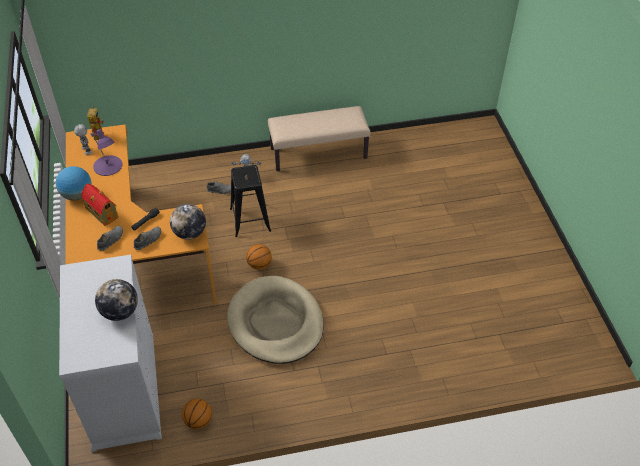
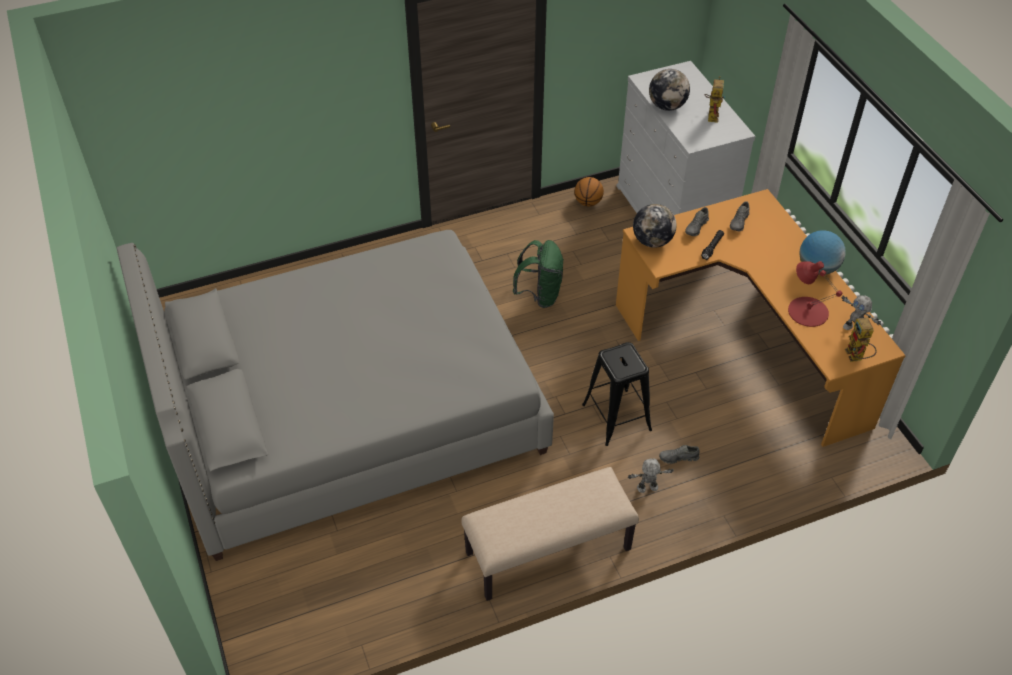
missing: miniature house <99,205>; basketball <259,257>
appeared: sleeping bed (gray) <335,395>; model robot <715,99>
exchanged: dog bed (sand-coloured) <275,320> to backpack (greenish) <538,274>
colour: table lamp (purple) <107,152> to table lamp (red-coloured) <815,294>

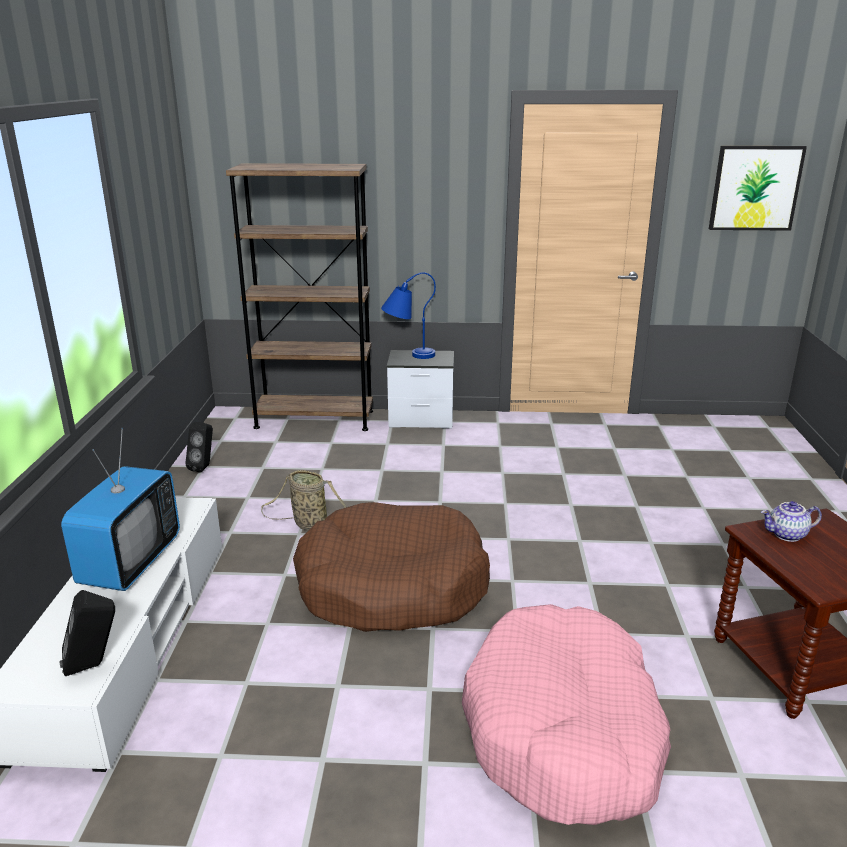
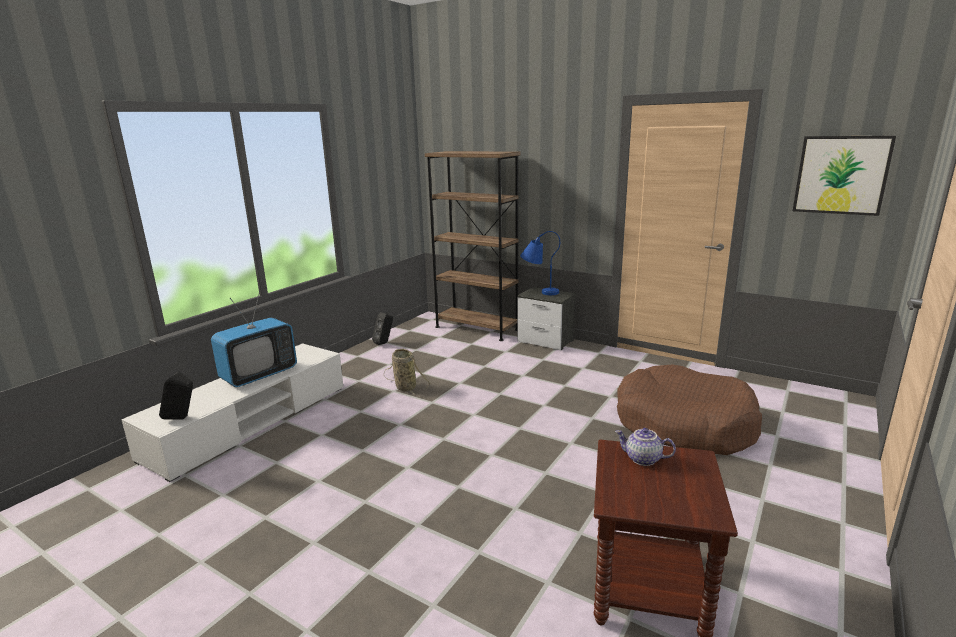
missing: dog bed (pink) <566,714>
relocated: dog bed (brown) <391,567> to <689,409>

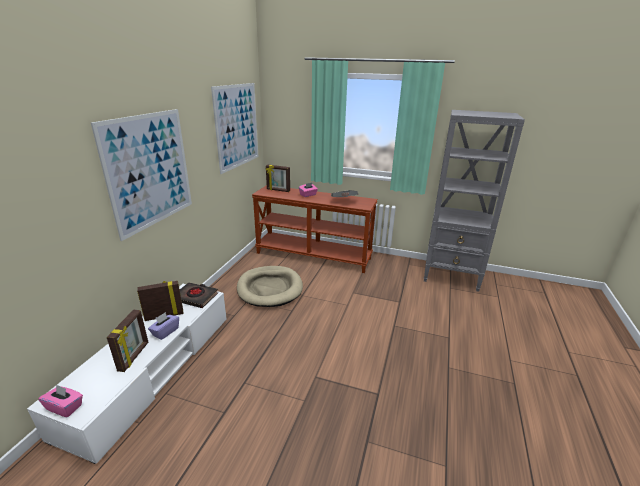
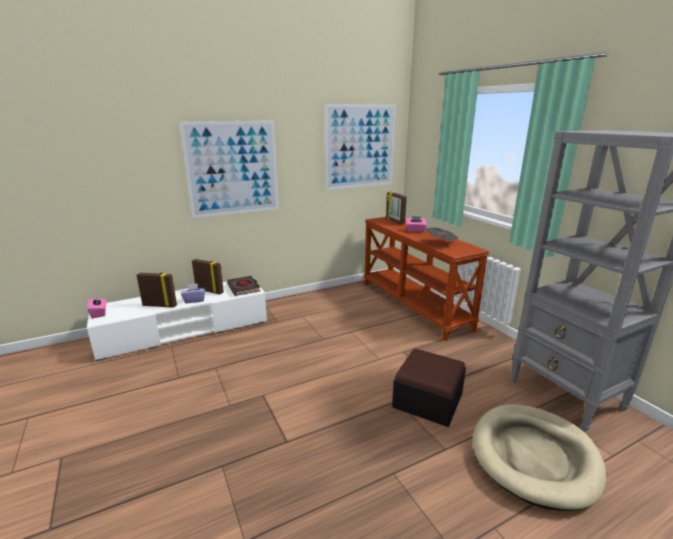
appeared: pouffe <429,388>
relocated: dog bed (sand-coloured) <270,286> to <539,457>
spun: standing frame <127,341> = <156,290> 135 degrees counterclockwise

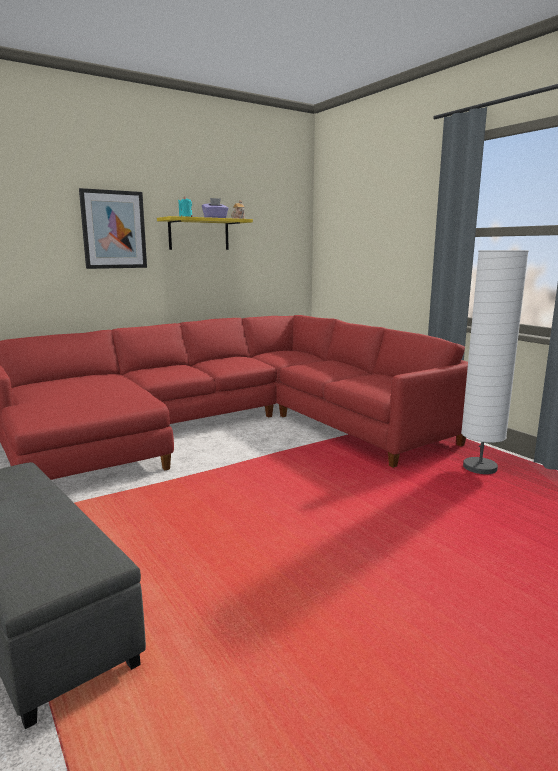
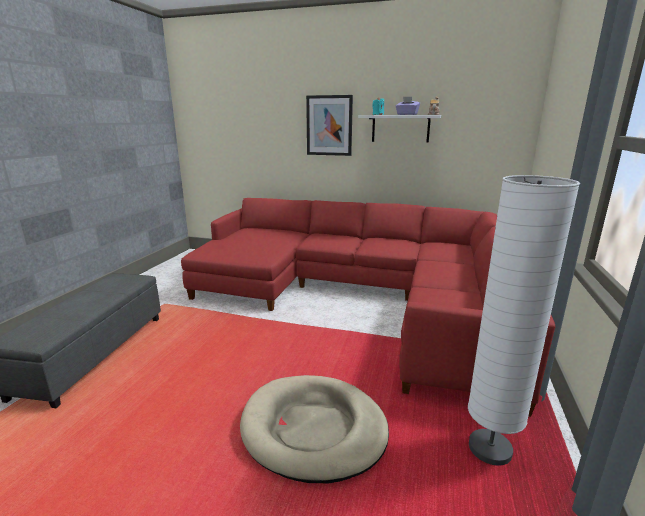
appeared: dog bed (sand-coloured) <314,429>
colour: bracket shelf (yellow-coloured) <205,233> to bracket shelf (white-coloured) <399,129>

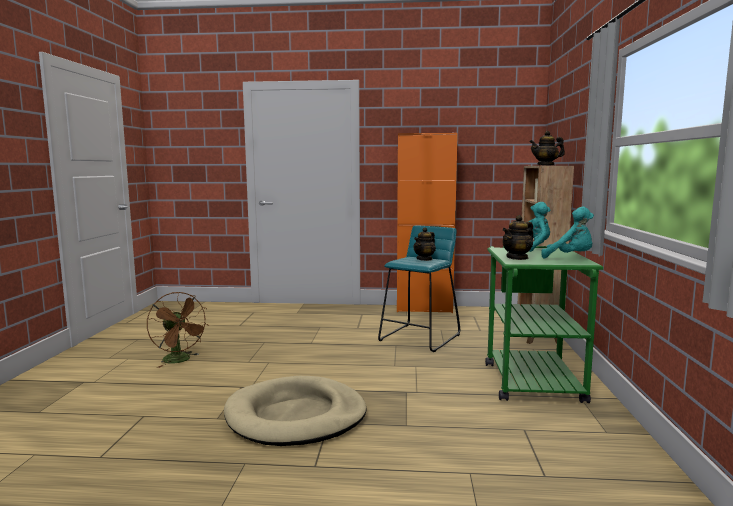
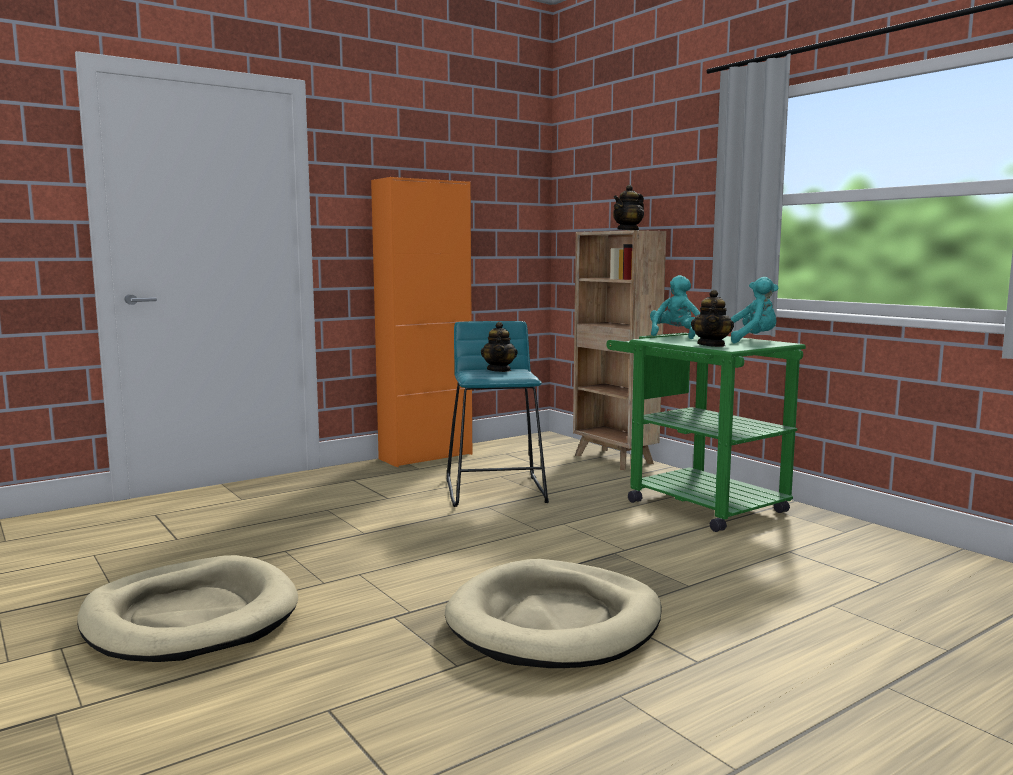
exchanged: cooling fan (brown) <178,330> to dog bed (sand-coloured) <187,608>

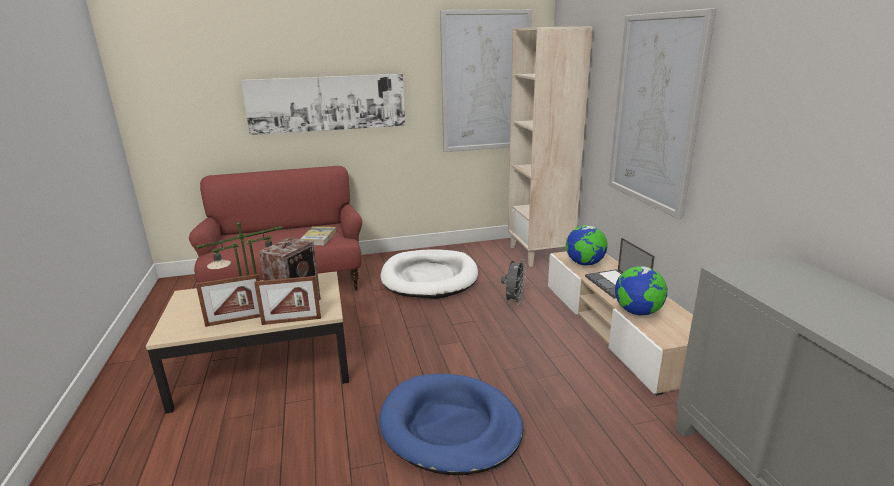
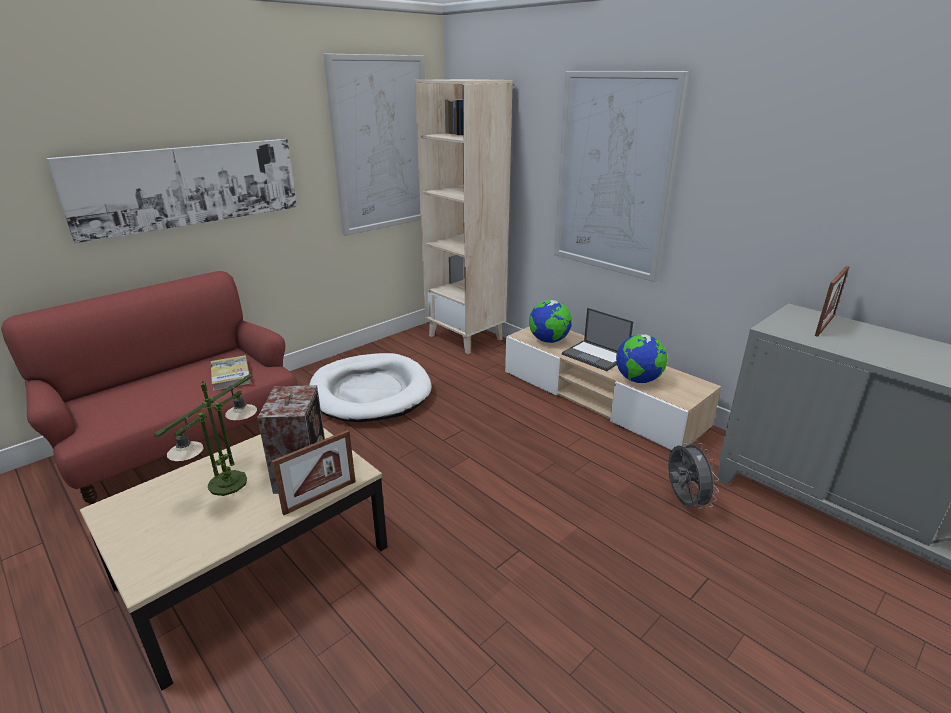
missing: dog bed (bluish) <451,424>
relocated: standing frame <228,300> to <832,301>; cooling fan (gray) <513,282> to <693,474>

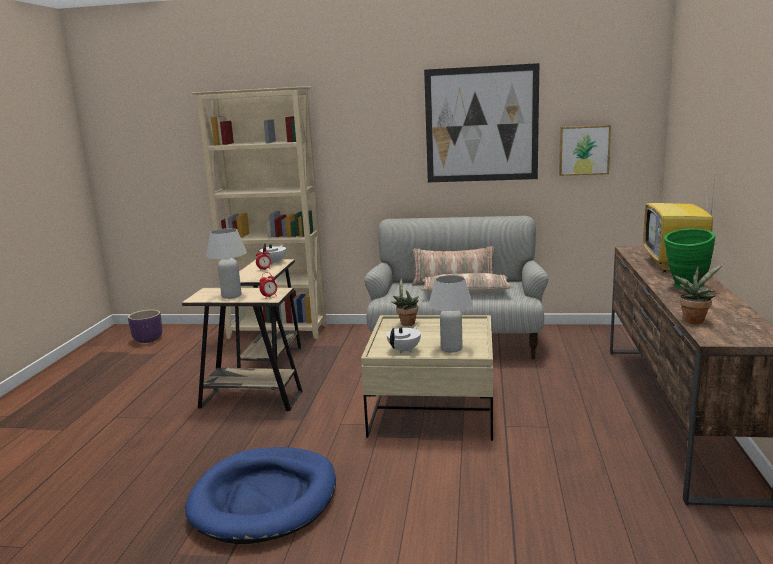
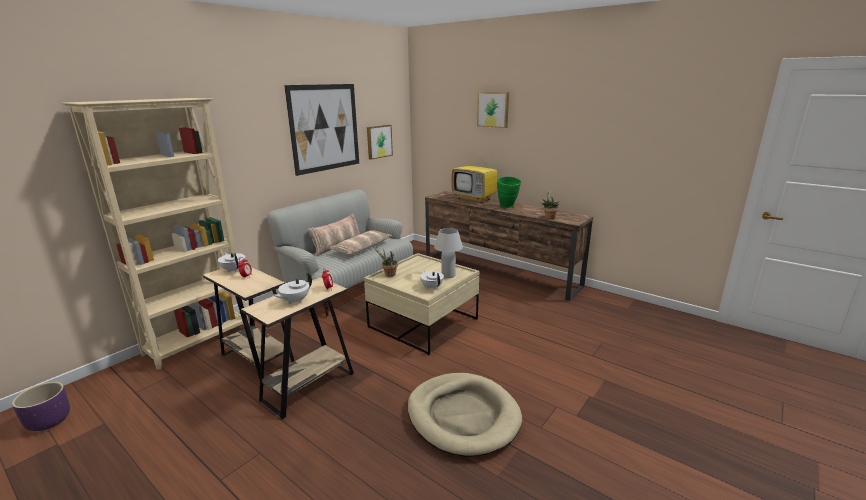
appeared: picture <493,110>
exchanged: table lamp (white-coloured) <226,263> to pot for tea (white-coloured) <292,288>
colour: dog bed (bluish) <260,495> to dog bed (sand-coloured) <465,415>

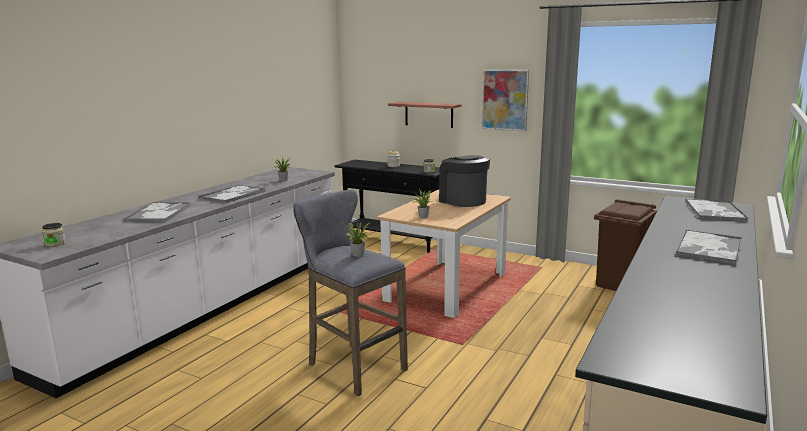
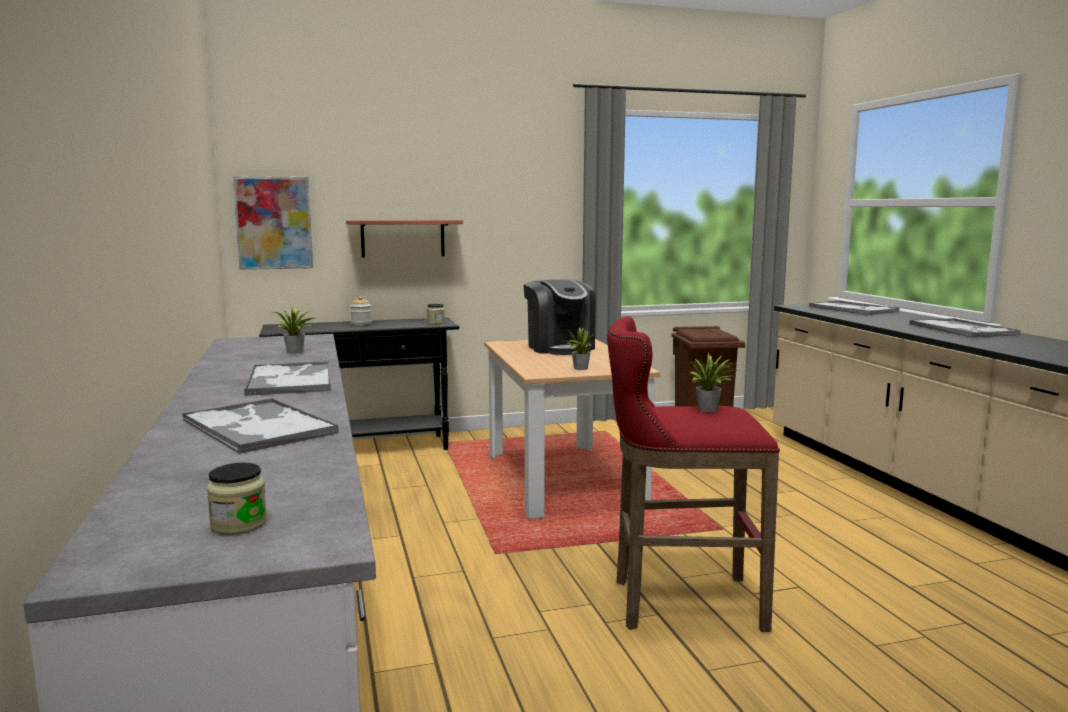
relocated: picture <505,100> to <273,223>
colour: stool (gray) <350,293> to stool (red-coloured) <693,474>
spun: coffee maker <464,181> = <559,317> 120 degrees counterclockwise

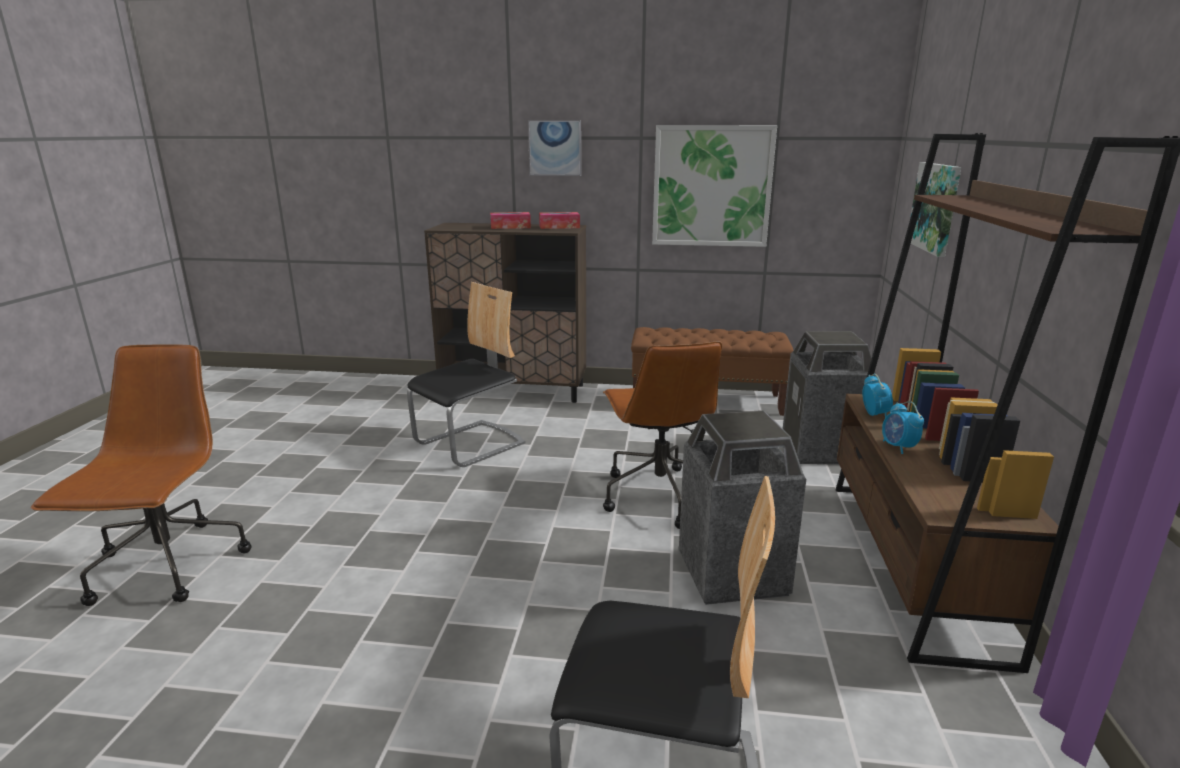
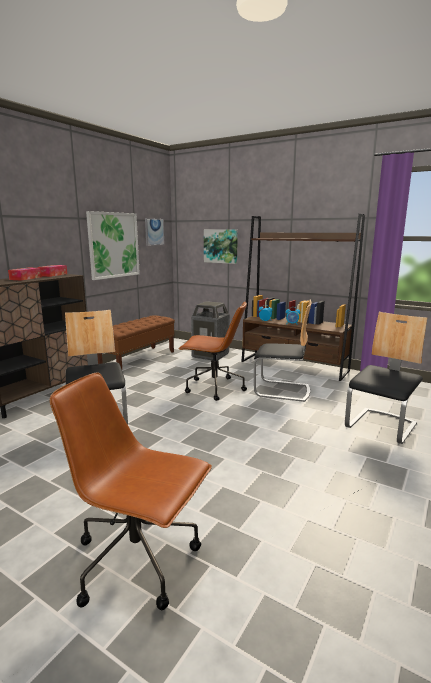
relocated: picture <554,148> to <154,232>
exchanged: waste bin <742,507> to chair <283,351>

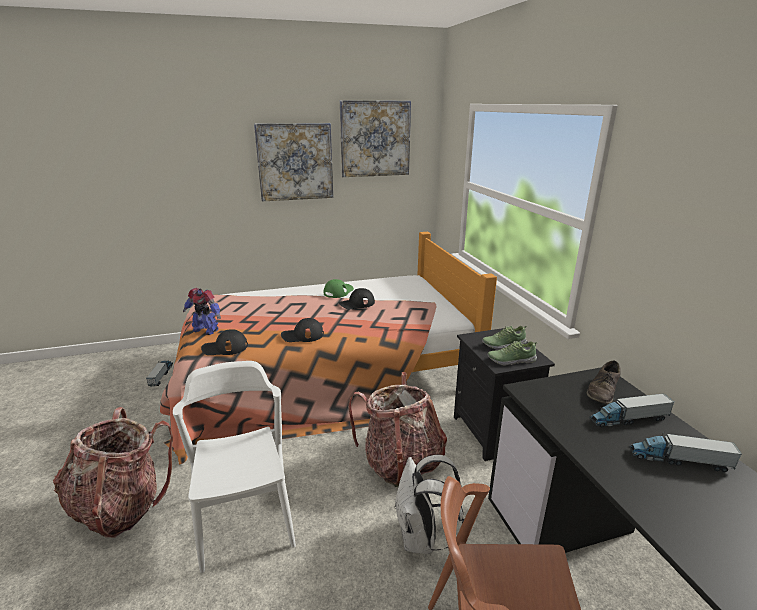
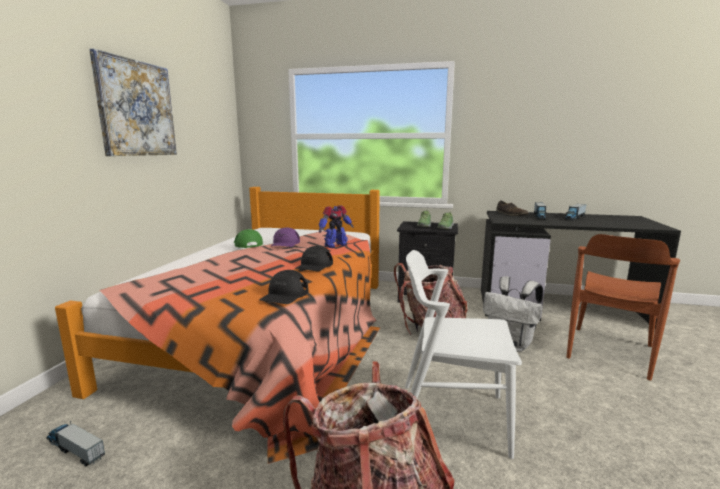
missing: picture <375,138>
relocated: model robot <202,311> to <336,226>
colour: cap (black) <357,298> to cap (purple) <285,237>

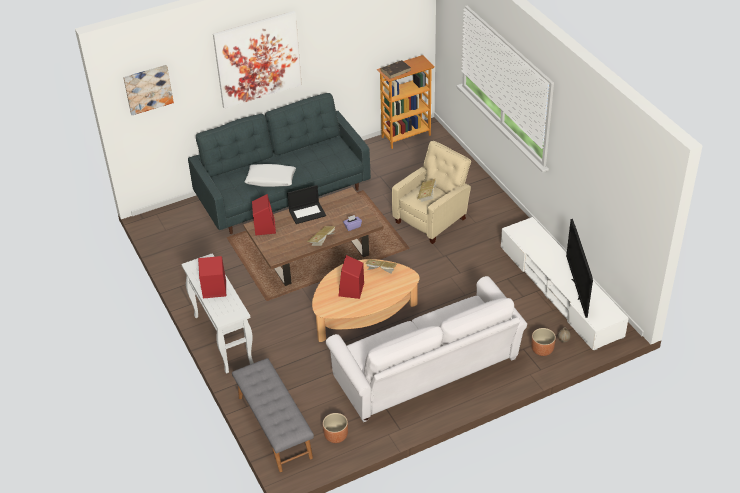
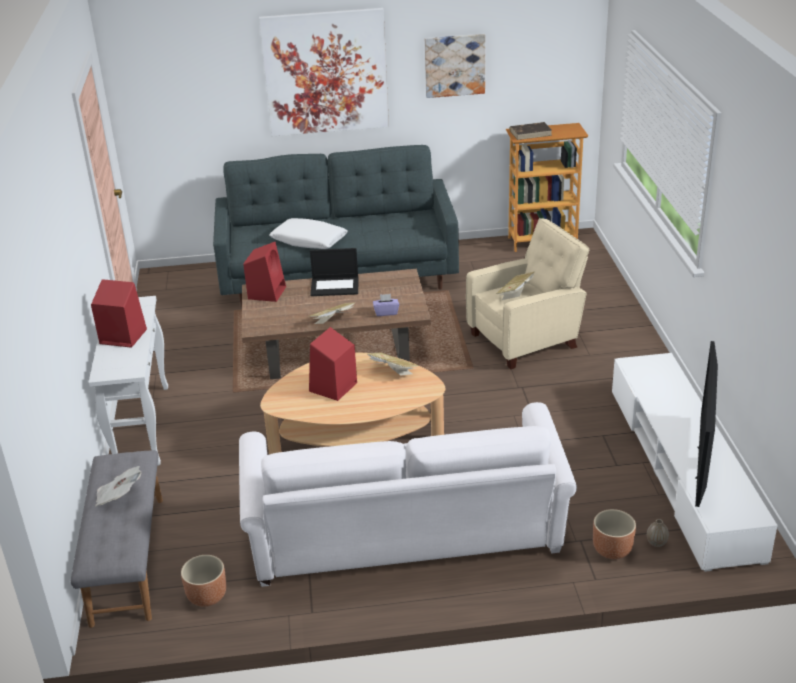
appeared: newspaper <118,486>
relocated: picture <148,90> to <455,66>

